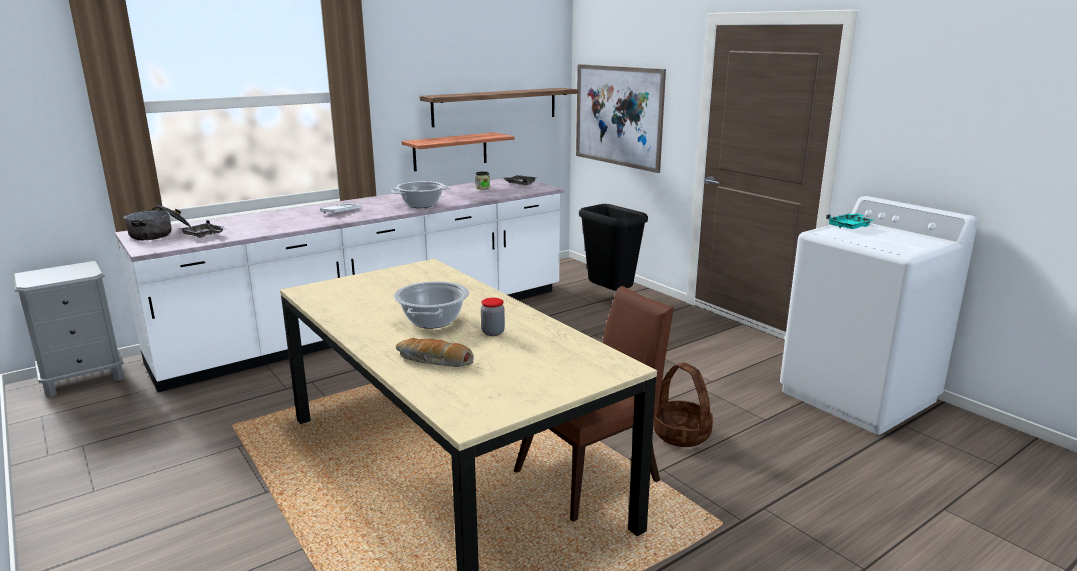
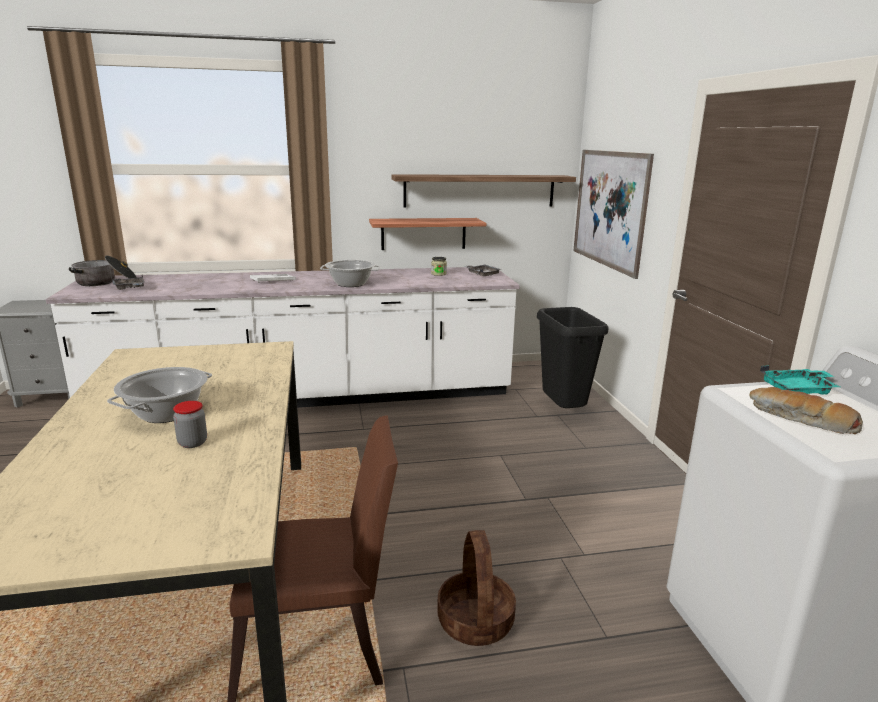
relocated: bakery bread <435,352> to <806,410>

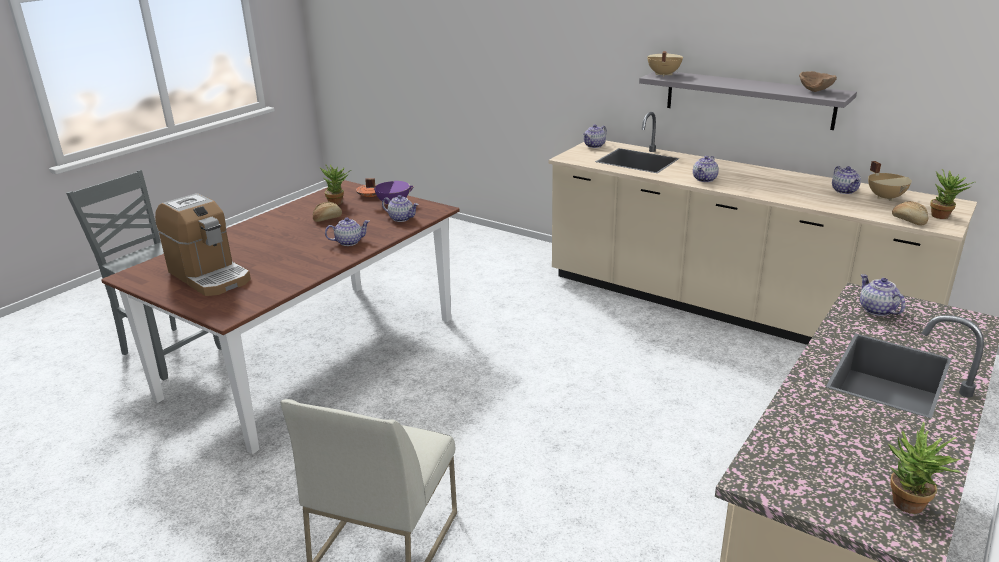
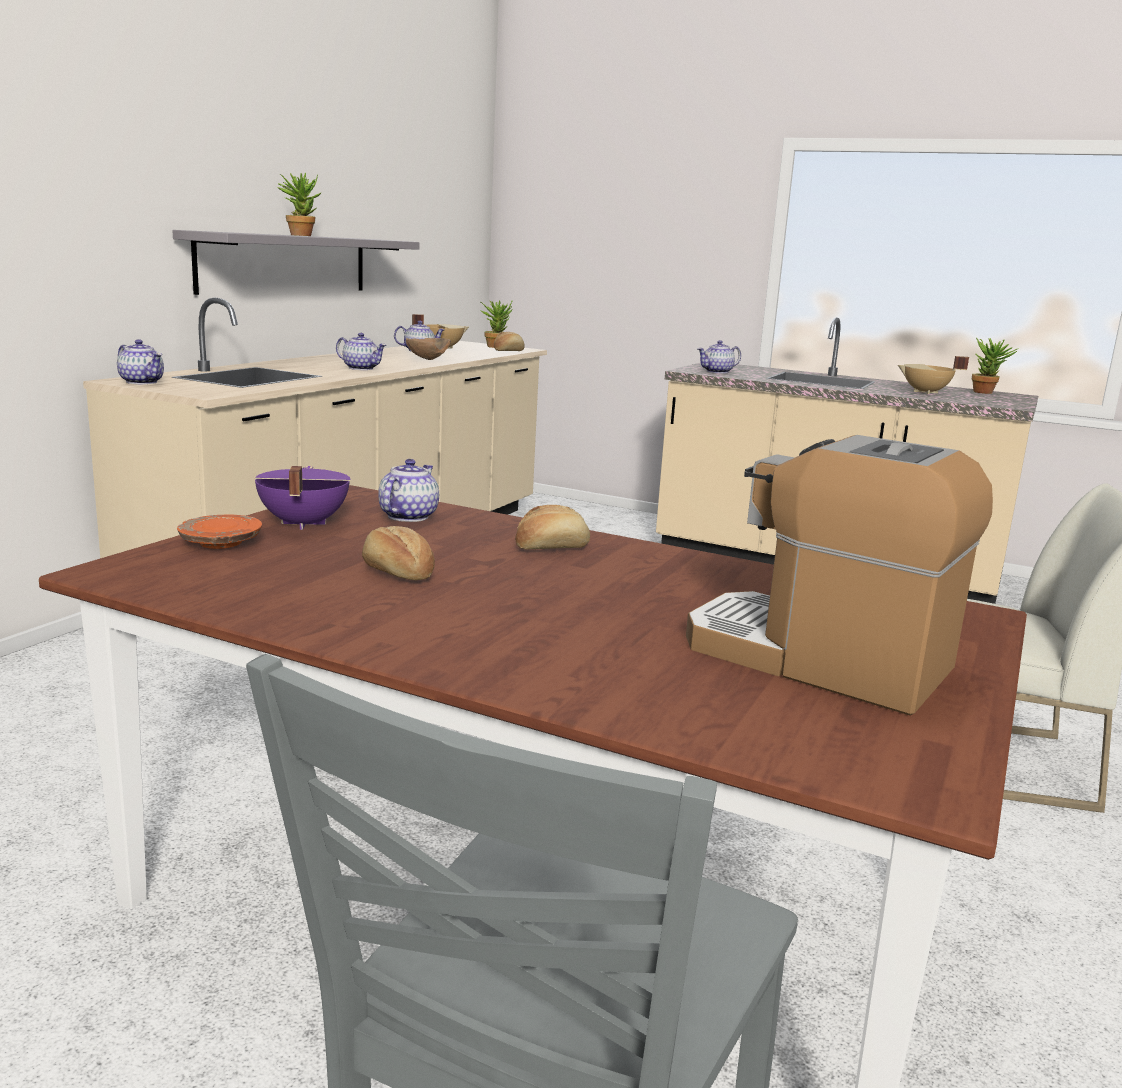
relocated: potted plant <335,184> to <299,204>; cooking pot (sand-coloured) <665,64> to <933,375>; bowl (brown) <818,81> to <428,349>
exchanged: pot for tea <347,231> to bakery bread <552,527>
spun: coffee maker <203,244> = <839,575> 90 degrees counterclockwise

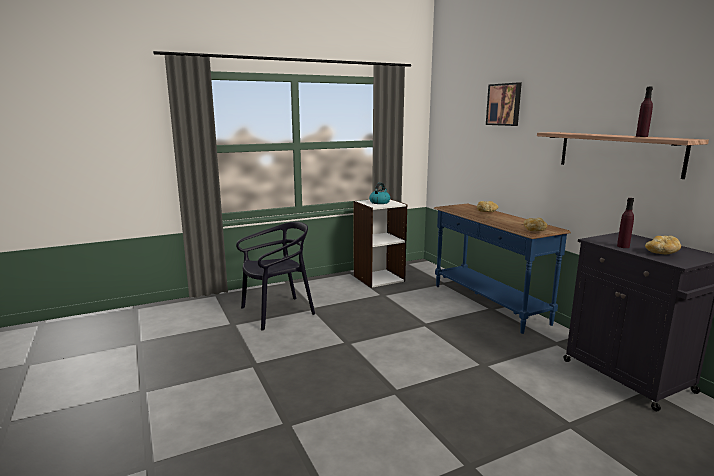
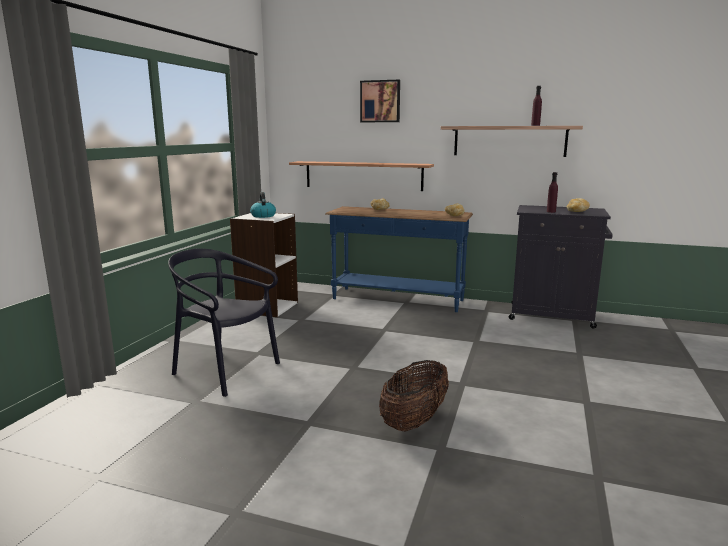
appeared: bracket shelf <361,176>; basket <414,396>
spun: chair (black) <275,275> = <224,322> 75 degrees counterclockwise

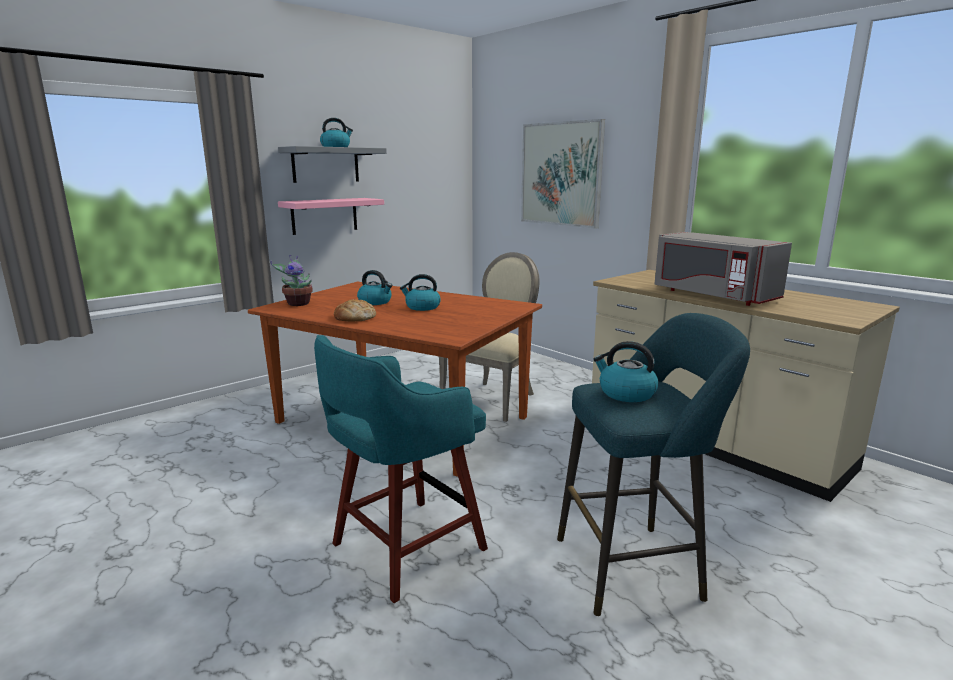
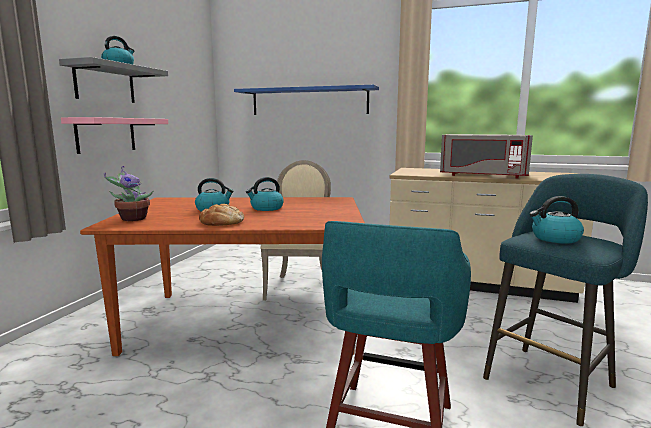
exchanged: picture <563,174> to bracket shelf (bluish) <306,100>

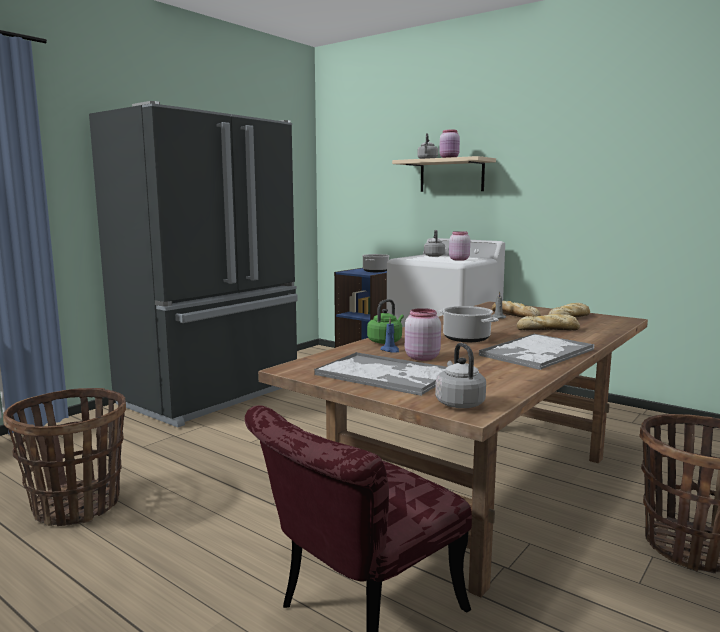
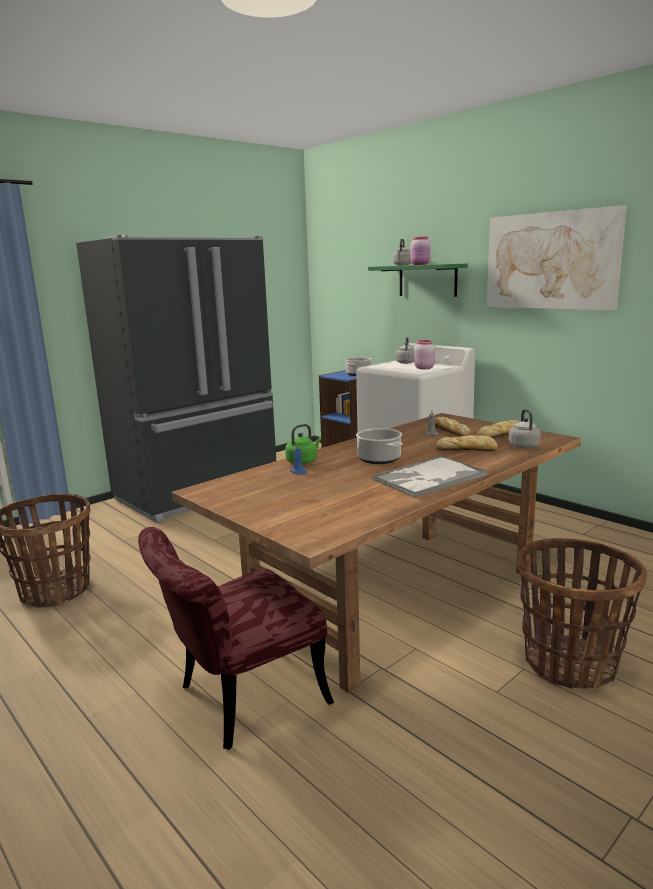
missing: serving tray <380,374>; jar (pink) <423,334>
appeared: picture <557,257>
relocated: water kettle (gray) <460,375> to <525,428>
colour: bracket shelf (sand-coloured) <444,174> to bracket shelf (greenish) <418,280>

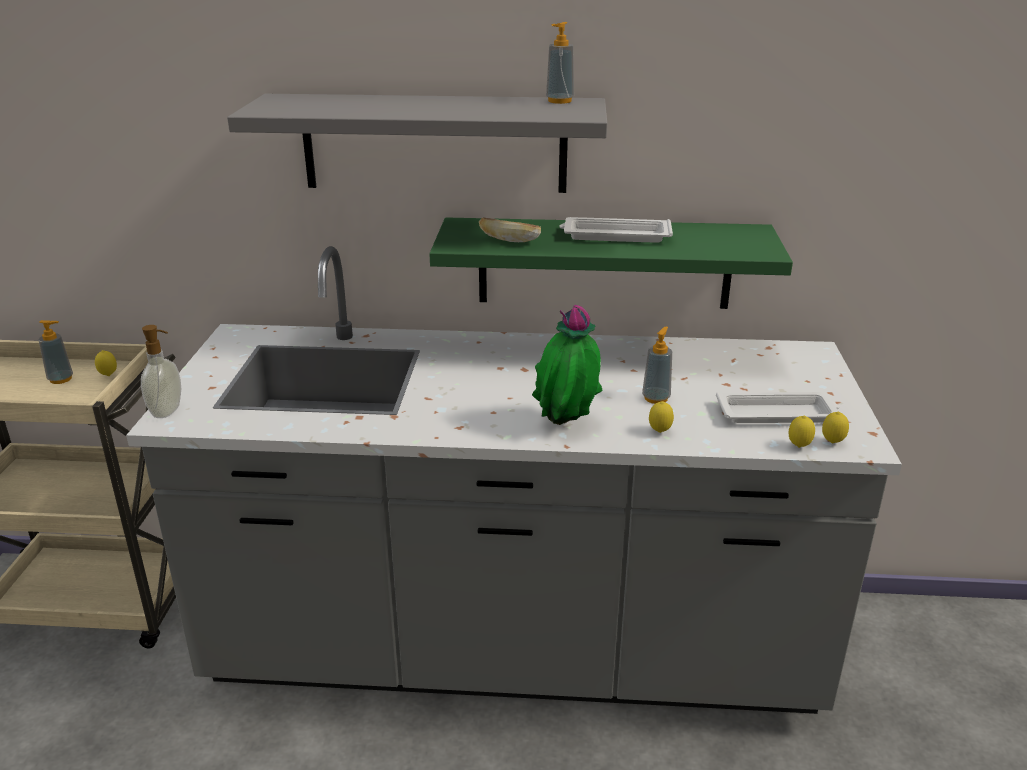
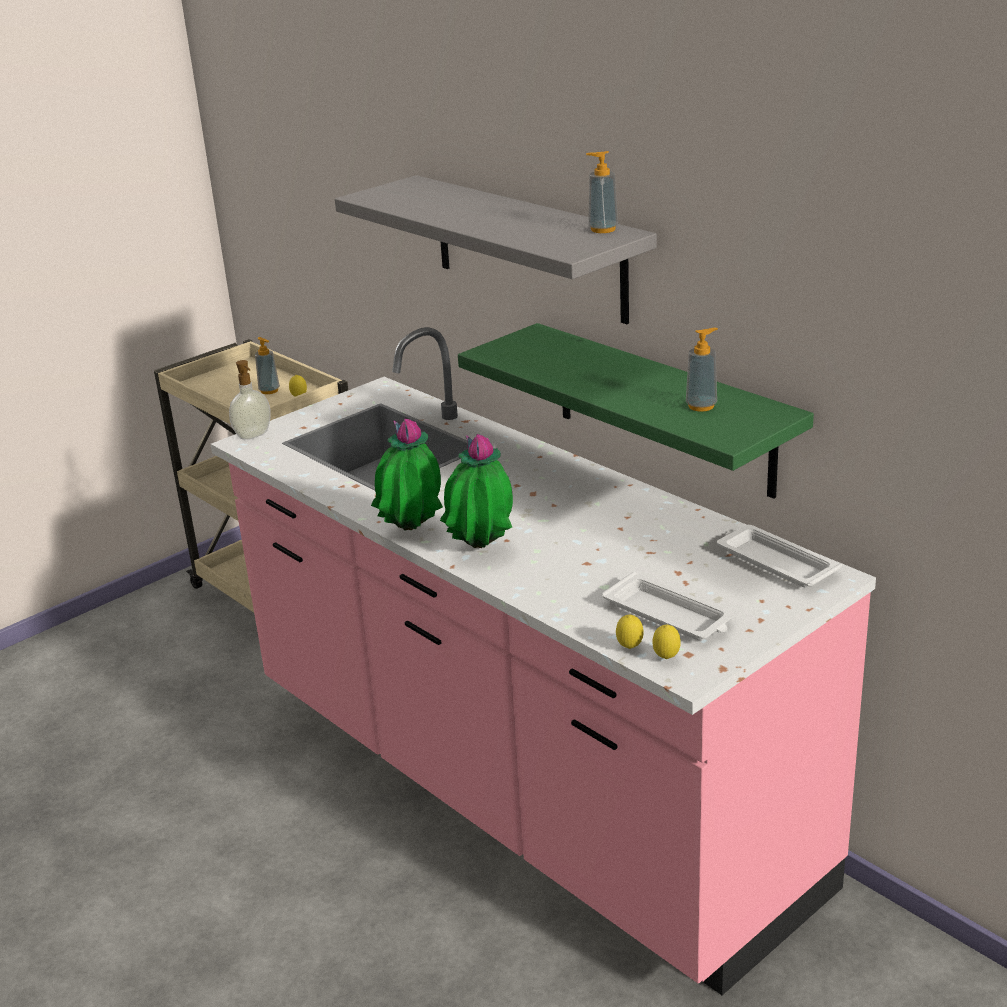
missing: bakery bread <510,229>; whole lemon <661,417>
appeared: potted plant <407,474>
relocated: serving tray (white-coloured) <616,230> to <779,556>; liquid soap bottle <657,365> to <702,370>
colour: counter (gray) <514,480> to counter (pink) <543,661>

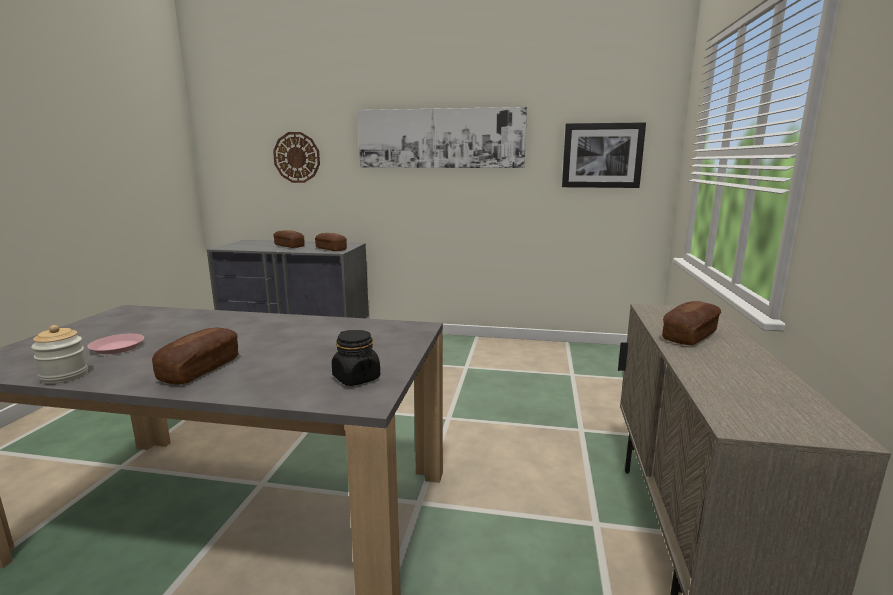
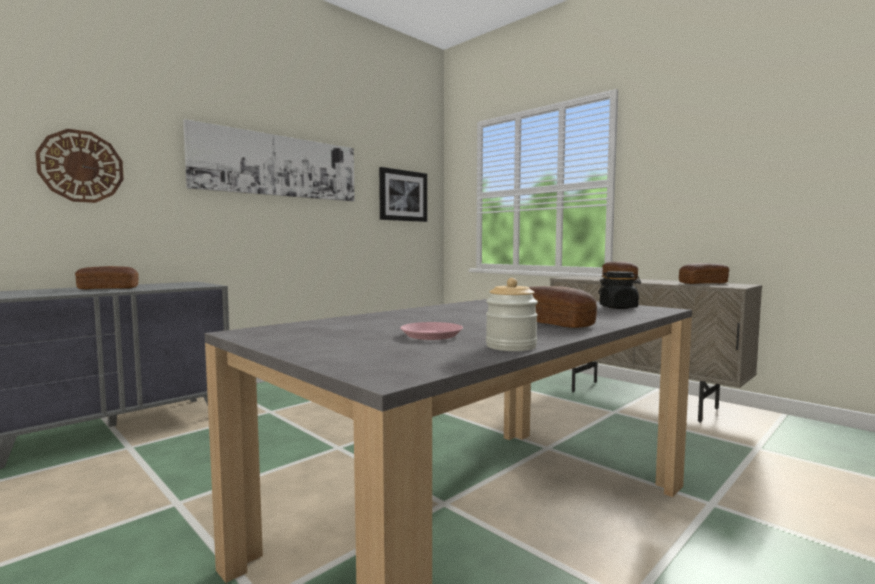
relocated: bakery bread <331,242> to <704,273>

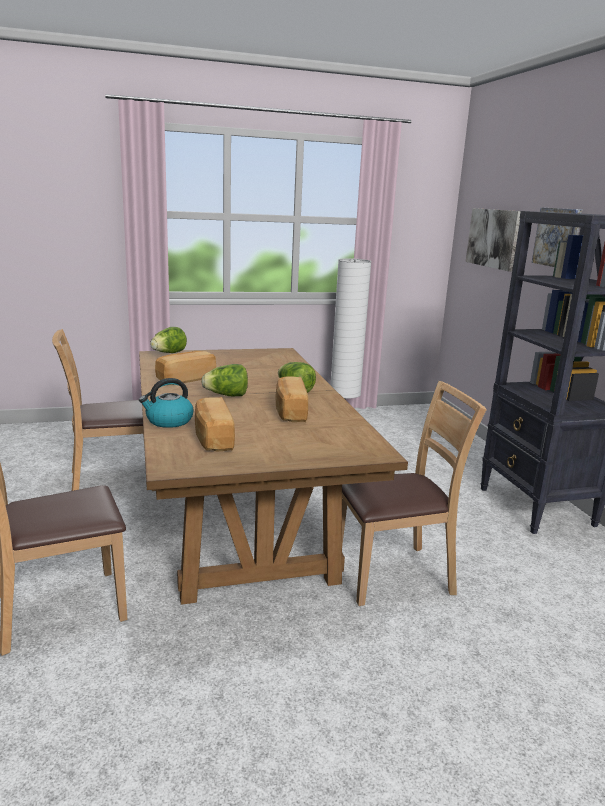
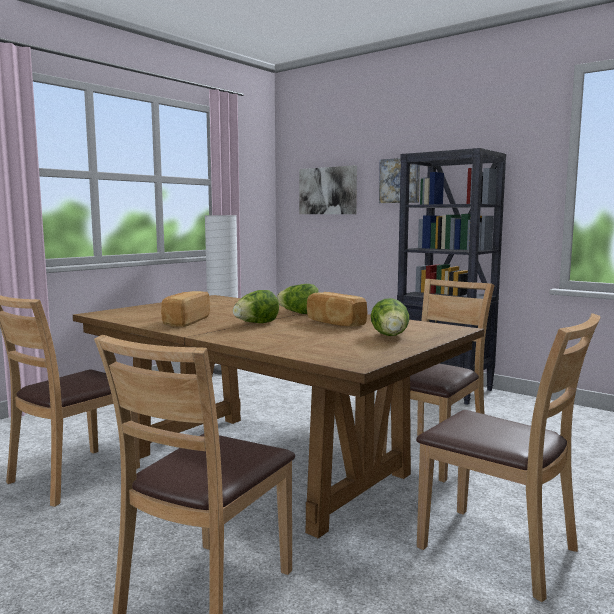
missing: water kettle <166,403>; bakery bread <215,424>
appeared: chair (brown) <508,457>
relocated: lettuce head <168,340> to <390,317>

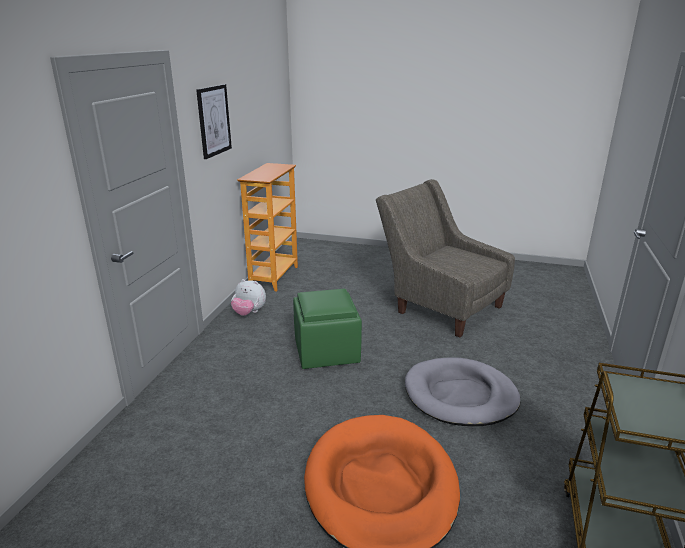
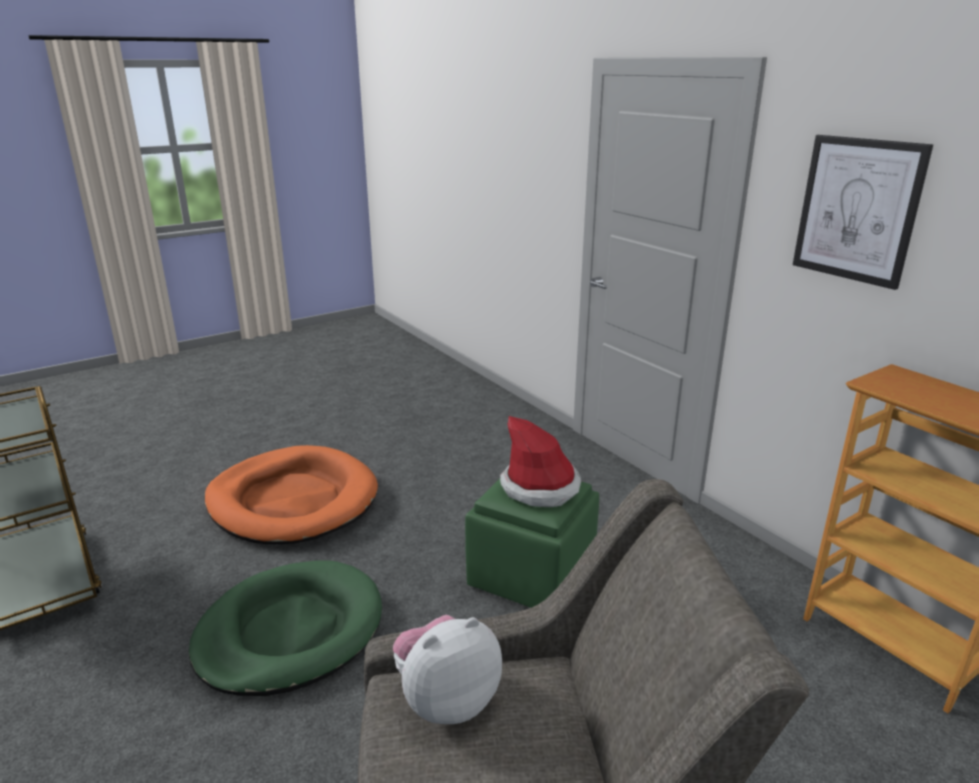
appeared: hat <540,461>
relocated: soft toy <248,297> to <447,669>
colour: dog bed (gray) <462,391> to dog bed (greenish) <285,628>

